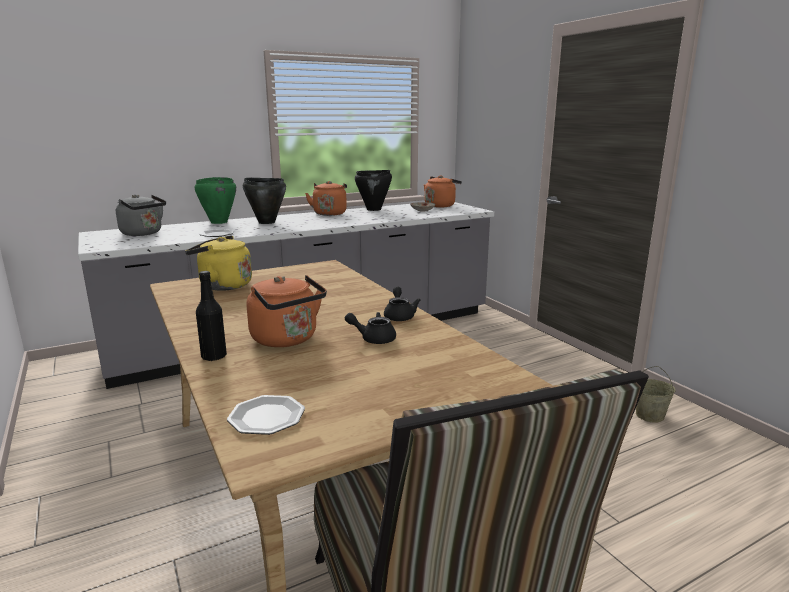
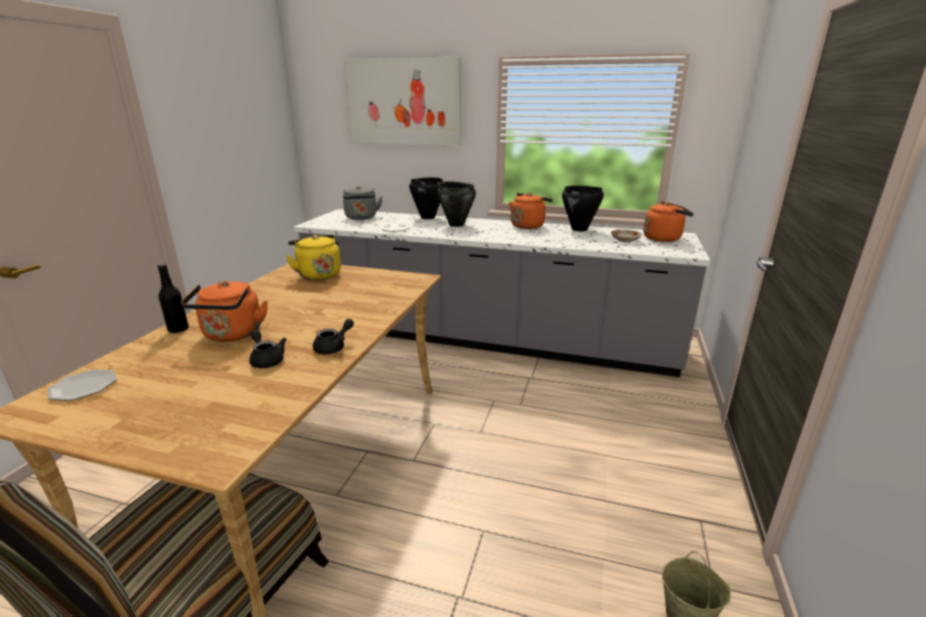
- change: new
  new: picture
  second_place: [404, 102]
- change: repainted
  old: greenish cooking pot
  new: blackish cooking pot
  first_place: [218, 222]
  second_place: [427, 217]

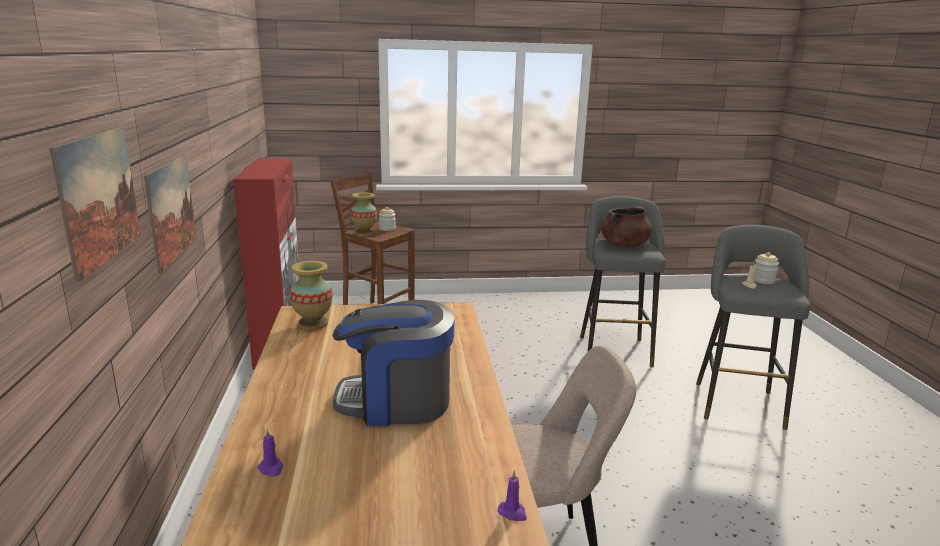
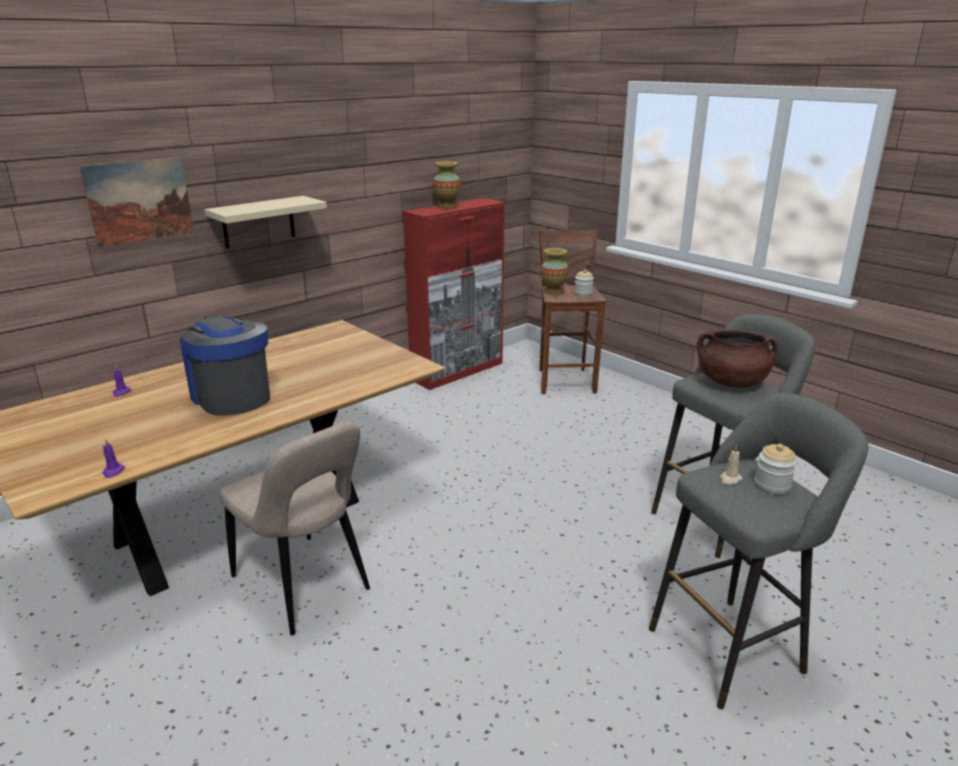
- change: swapped
  old: picture
  new: beige-coloured wall shelf
  first_place: [171, 210]
  second_place: [258, 222]
- change: shifted
  old: flower vase
  first_place: [313, 324]
  second_place: [447, 206]

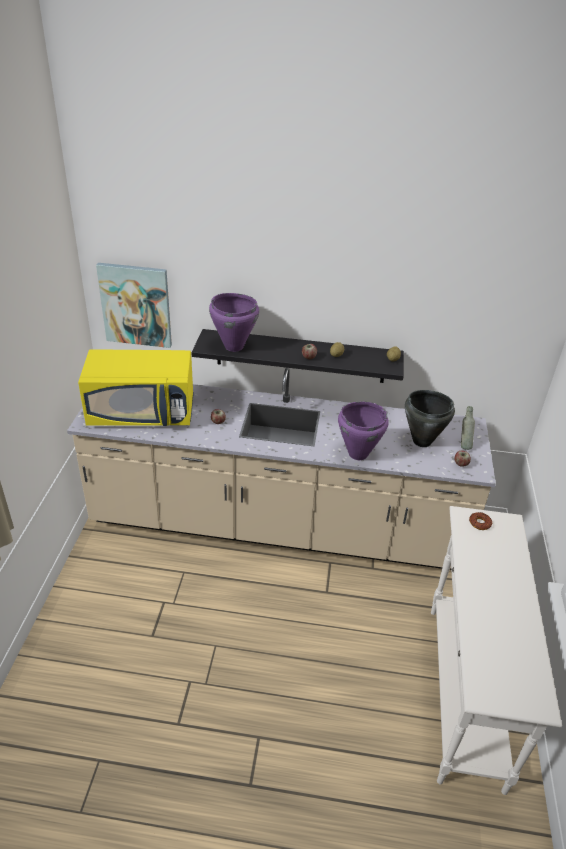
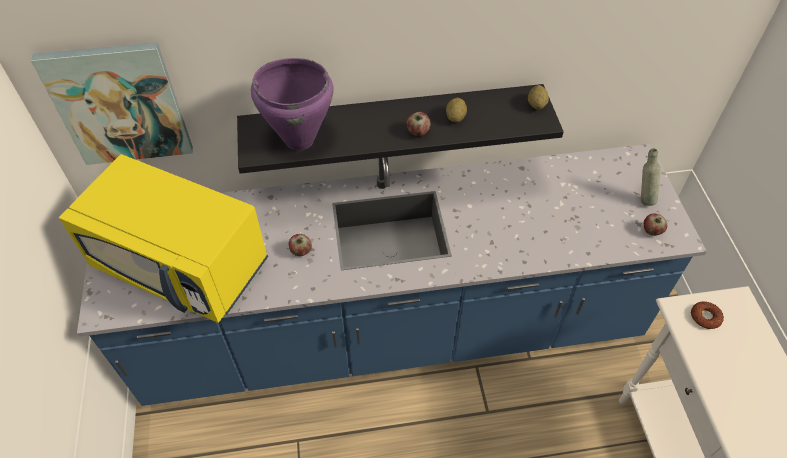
- change: rotated
  old: yellowish microwave oven
  first_place: [142, 413]
  second_place: [183, 265]
  degrees: 45
- change: repainted
  old: beige-coloured kitchen counter
  new: bluish kitchen counter
  first_place: [277, 527]
  second_place: [393, 332]
- change: gone
  old: purple cooking pot
  first_place: [357, 454]
- change: gone
  old: blackish cooking pot
  first_place: [421, 441]

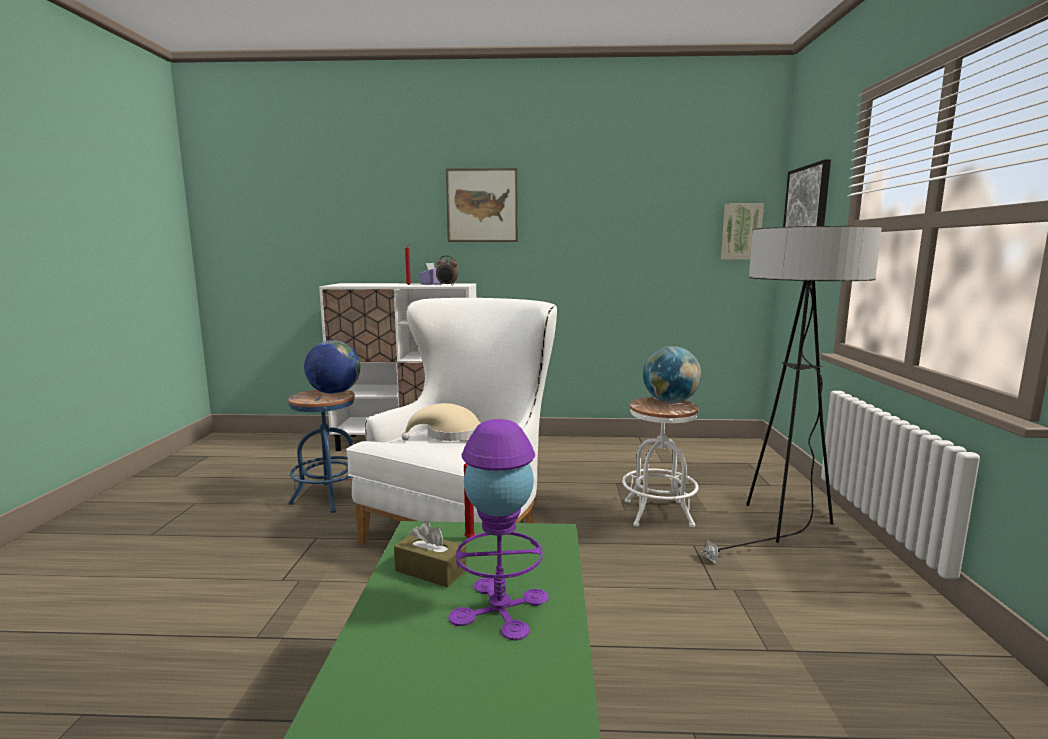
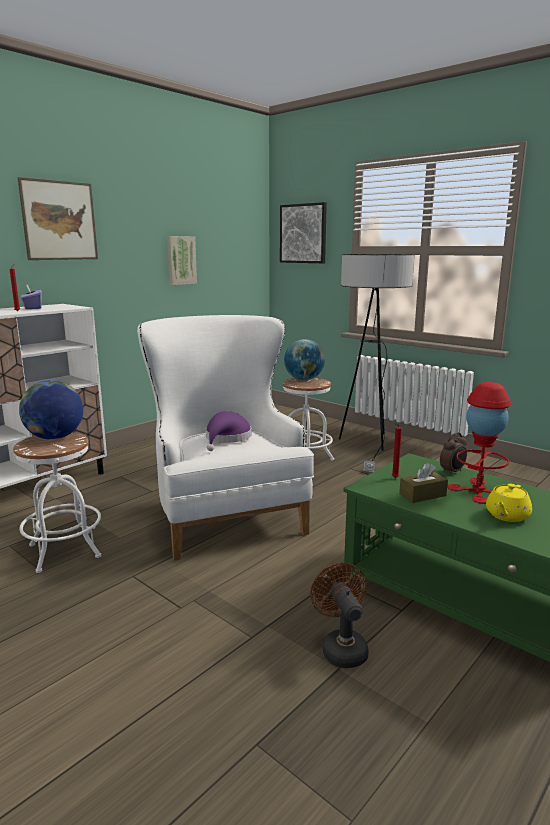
- change: repainted
  old: bluish sitting stool
  new: whitish sitting stool
  first_place: [329, 497]
  second_place: [65, 551]
- change: shifted
  old: picture
  first_place: [741, 232]
  second_place: [181, 260]
- change: repainted
  old: beige-coloured hat
  new: purple hat
  first_place: [449, 435]
  second_place: [227, 438]
- change: new
  new: brown electric fan
  second_place: [341, 647]
- change: shifted
  old: alarm clock
  first_place: [447, 285]
  second_place: [452, 472]
- change: repainted
  old: purple table lamp
  new: reddish table lamp
  first_place: [499, 607]
  second_place: [478, 490]
- change: new
  new: yellowish teapot
  second_place: [506, 516]

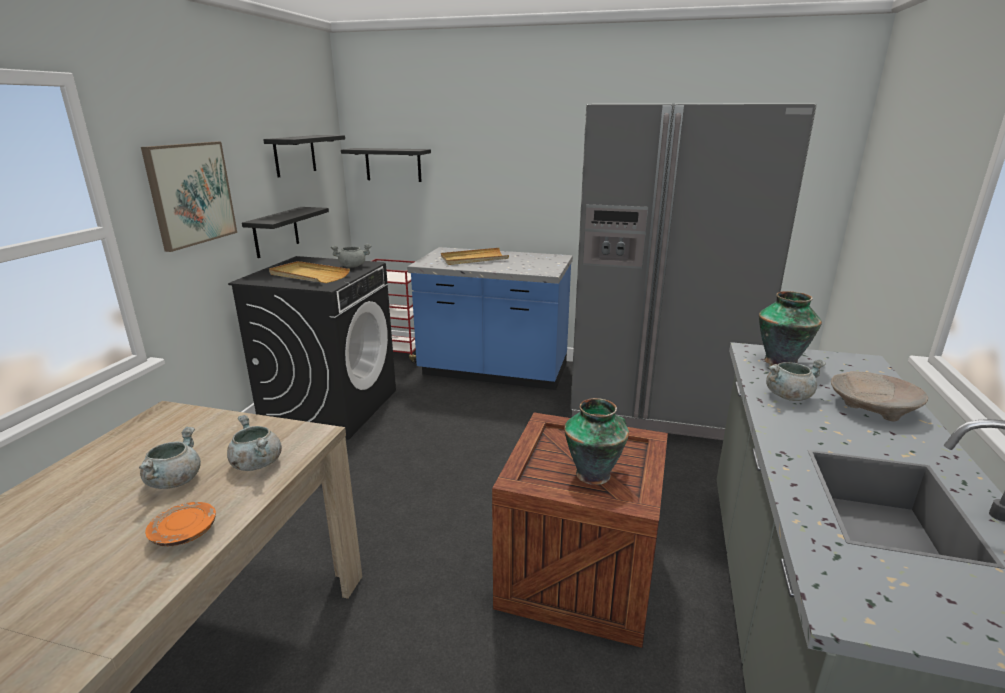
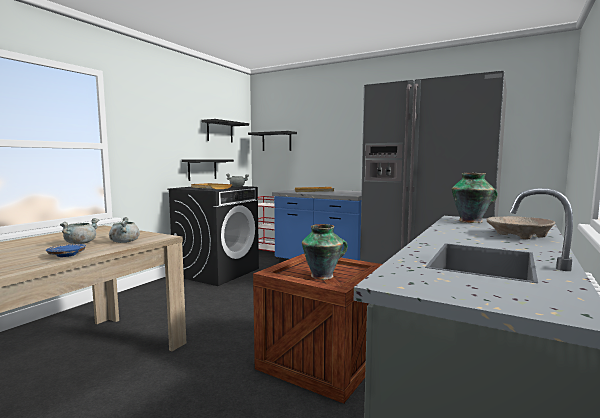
- change: repainted
  old: orange plate
  new: bluish plate
  first_place: [184, 533]
  second_place: [66, 255]
- change: gone
  old: picture
  first_place: [191, 194]
- change: gone
  old: grey cooking pot
  first_place: [788, 395]

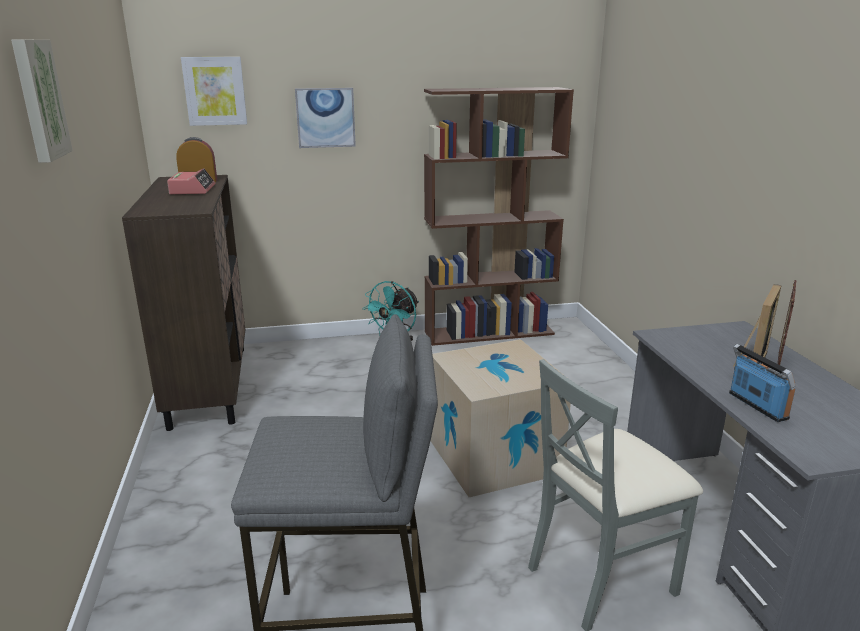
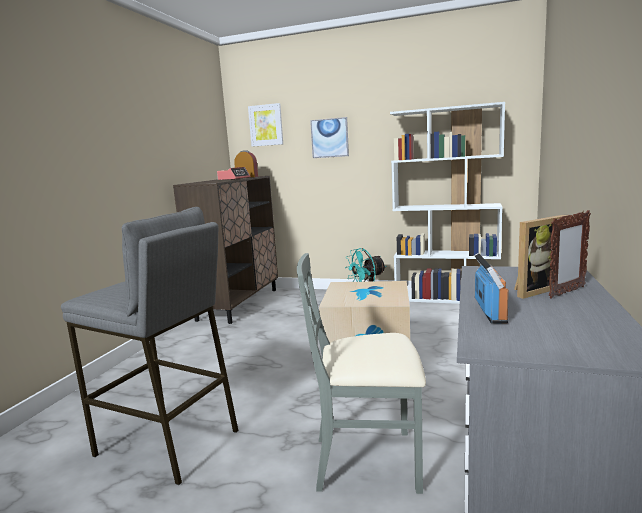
- change: repainted
  old: brown bookshelf
  new: whitish bookshelf
  first_place: [489, 332]
  second_place: [446, 298]
- change: gone
  old: picture
  first_place: [38, 100]

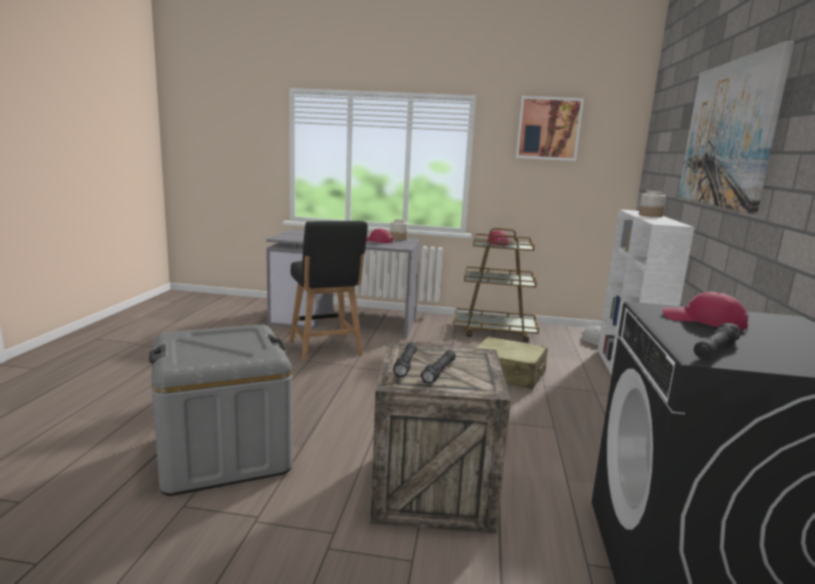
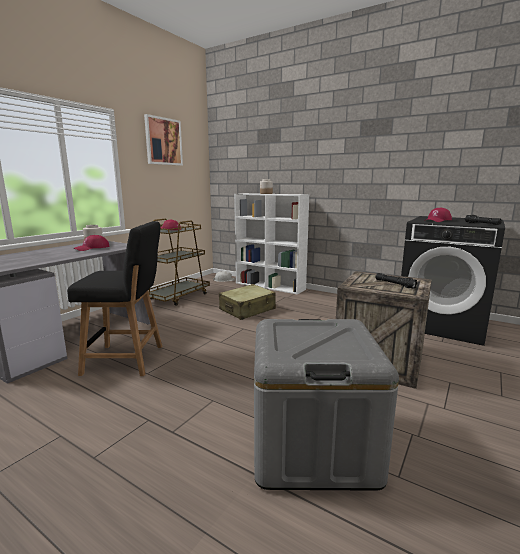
- change: gone
  old: blackish hand torch
  first_place: [405, 365]
- change: gone
  old: picture
  first_place: [728, 134]

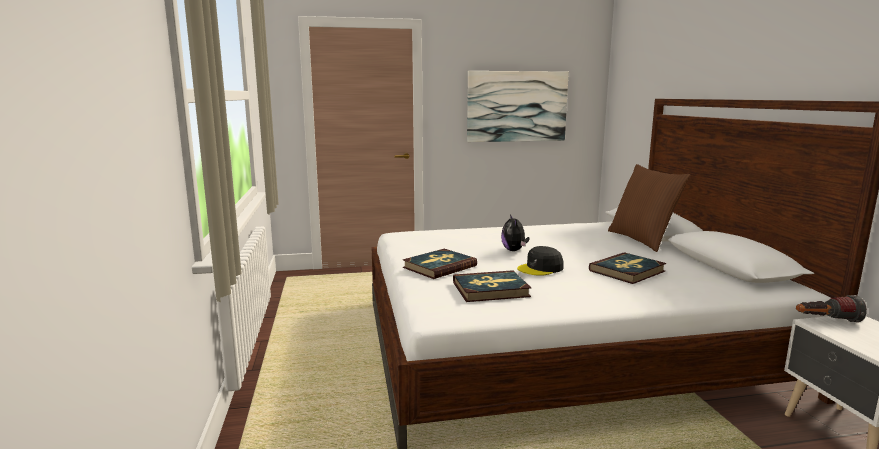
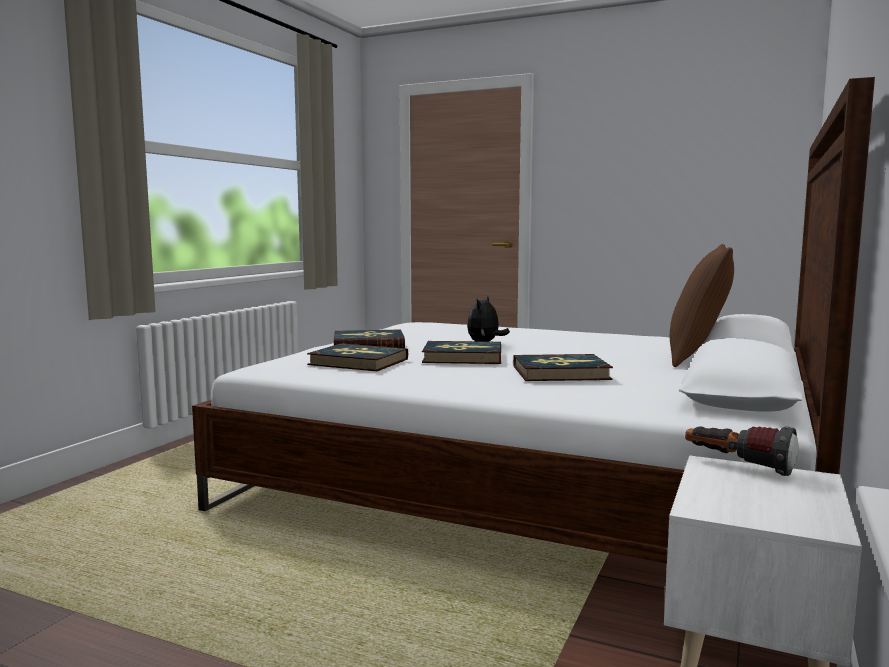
- change: swapped
  old: blackish cap
  new: book
  first_place: [540, 268]
  second_place: [462, 357]
- change: gone
  old: picture
  first_place: [517, 106]

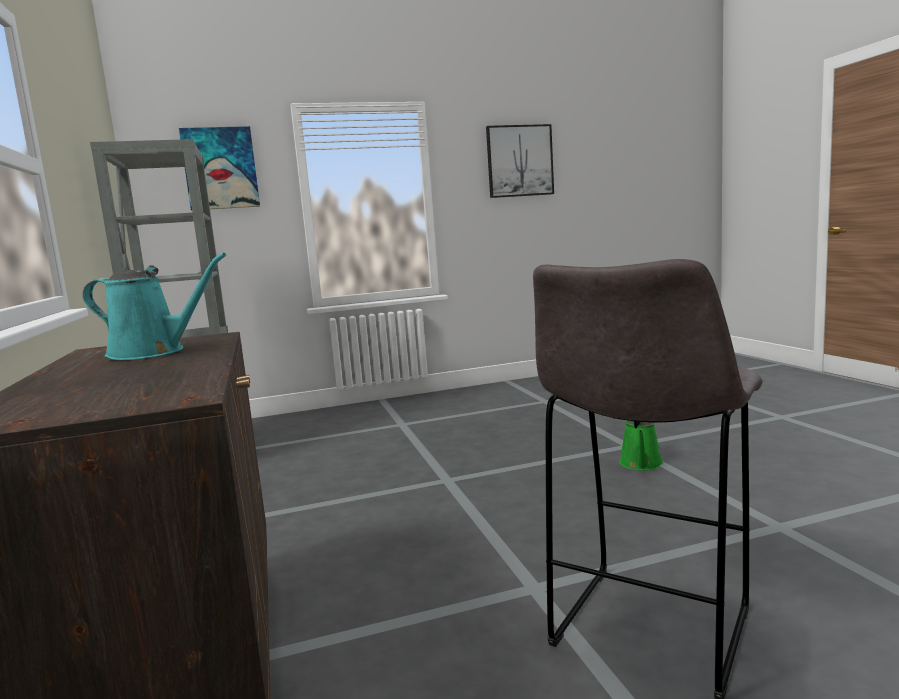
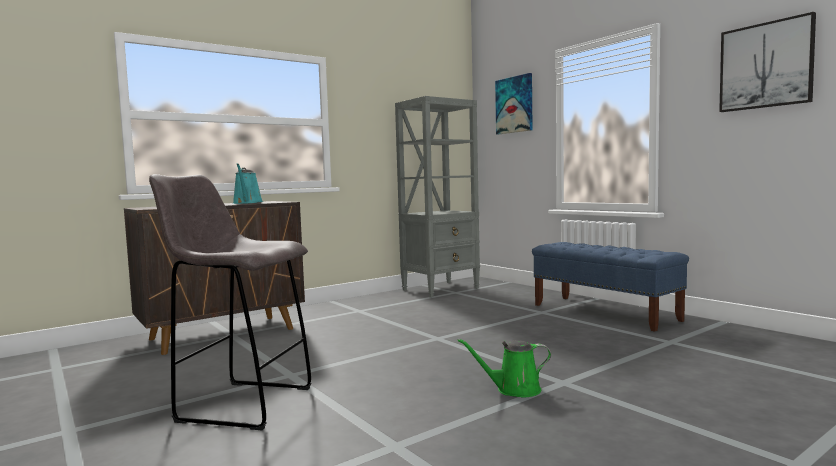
- change: new
  new: bluish bench
  second_place: [604, 312]

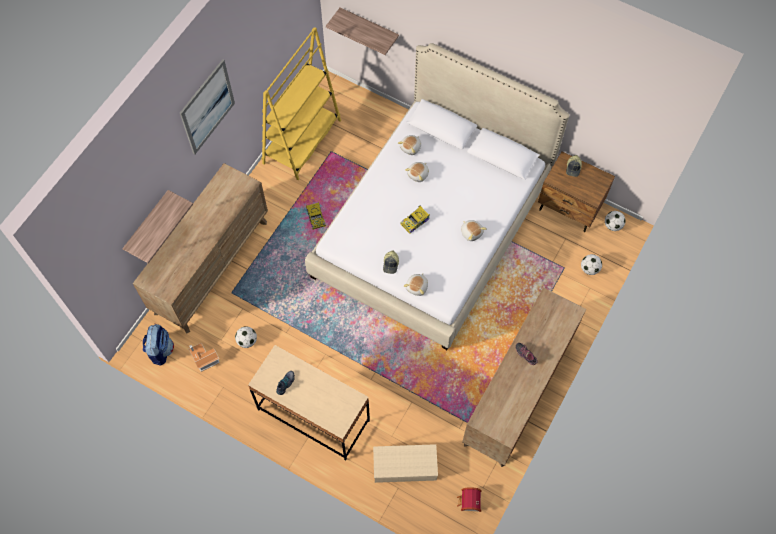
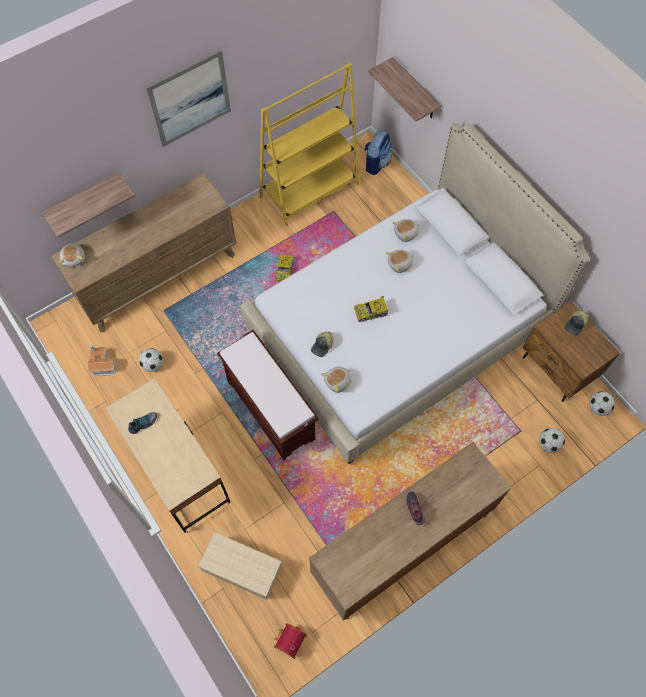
- change: shifted
  old: cuddly toy
  first_place: [471, 232]
  second_place: [74, 258]
- change: new
  new: brown bench
  second_place: [271, 410]
- change: shifted
  old: rucksack
  first_place: [160, 350]
  second_place: [376, 163]

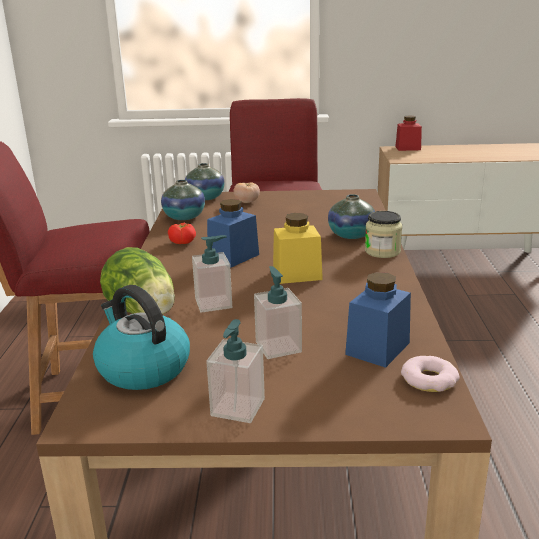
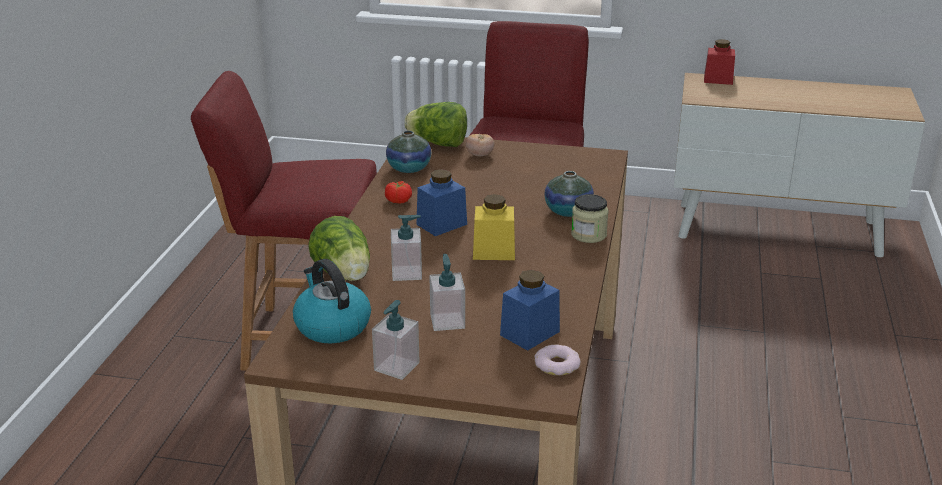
- change: swapped
  old: flower vase
  new: lettuce
  first_place: [205, 198]
  second_place: [438, 144]

